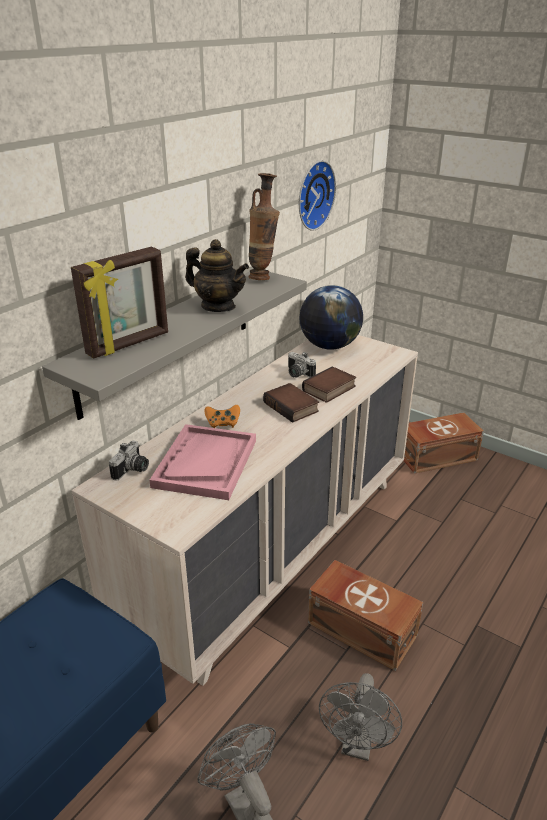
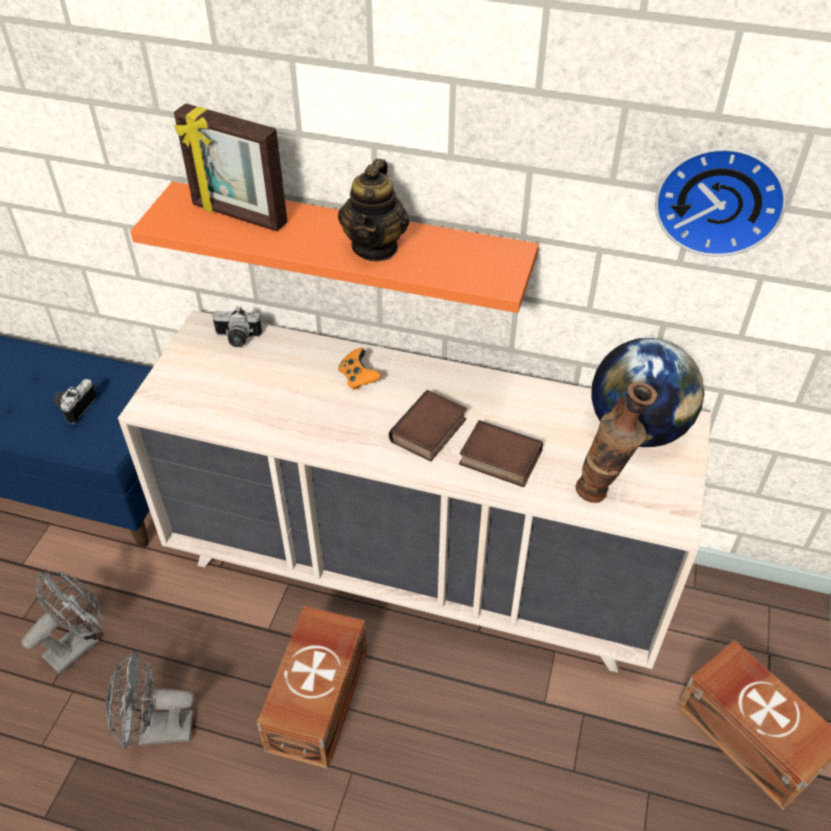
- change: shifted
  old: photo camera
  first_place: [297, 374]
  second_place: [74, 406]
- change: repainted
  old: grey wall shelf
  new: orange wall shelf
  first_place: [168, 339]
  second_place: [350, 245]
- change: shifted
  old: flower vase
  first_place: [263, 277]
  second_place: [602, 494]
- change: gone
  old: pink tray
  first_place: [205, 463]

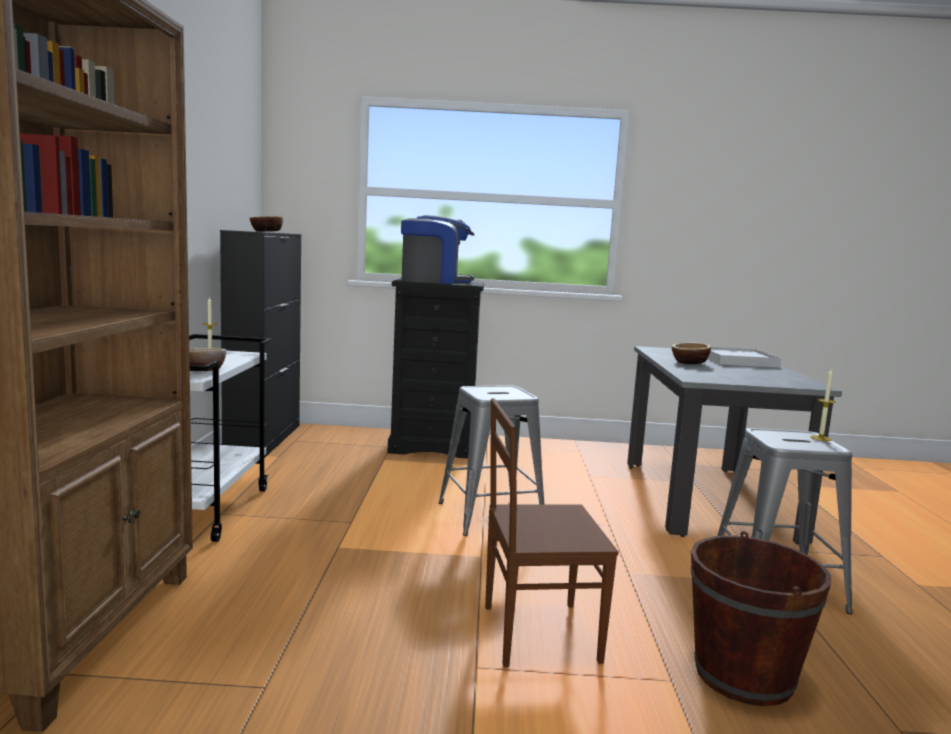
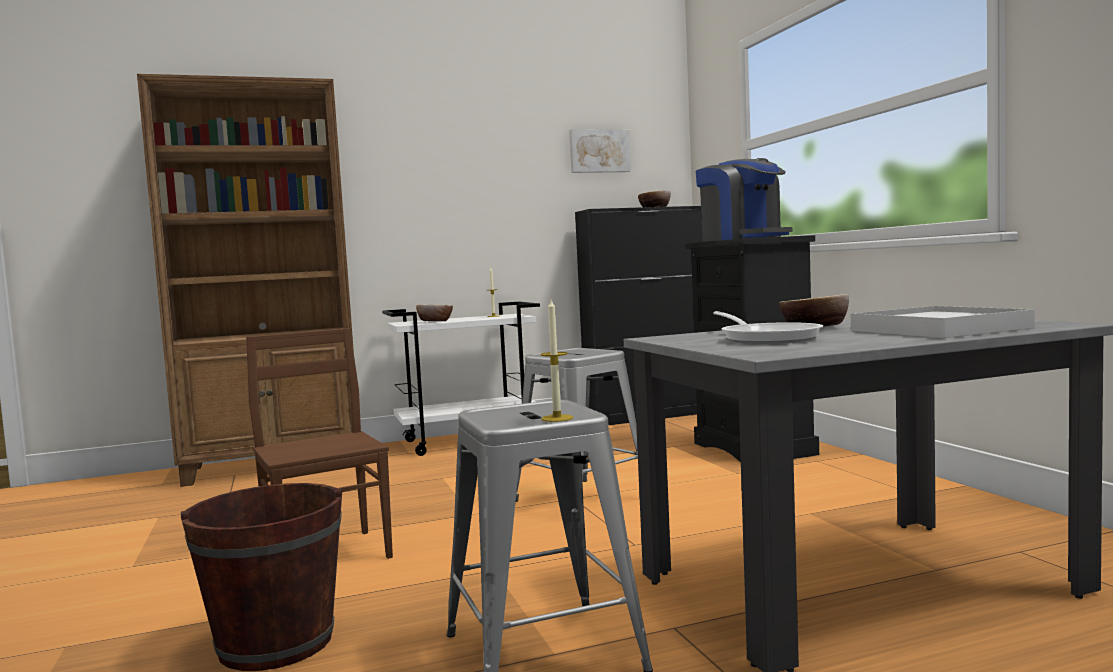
- change: new
  new: picture
  second_place: [599, 151]
- change: new
  new: frying pan
  second_place: [766, 338]

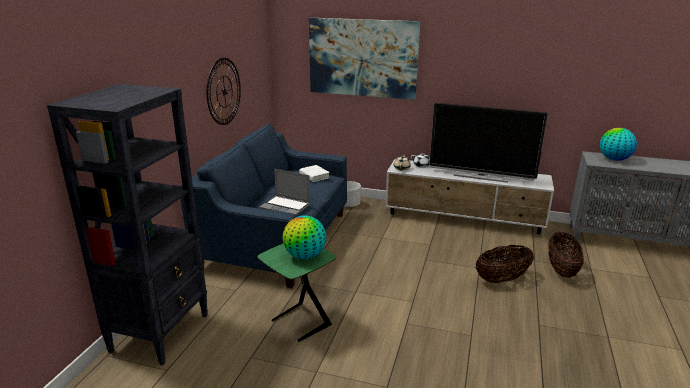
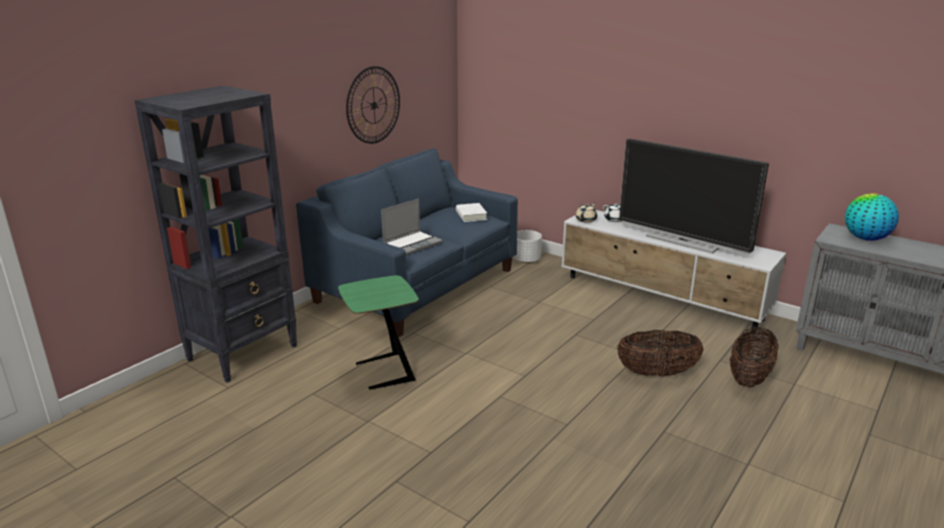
- change: rotated
  old: laptop
  first_place: [286, 207]
  second_place: [412, 244]
  degrees: -90
- change: gone
  old: world globe
  first_place: [305, 256]
- change: gone
  old: picture
  first_place: [362, 58]

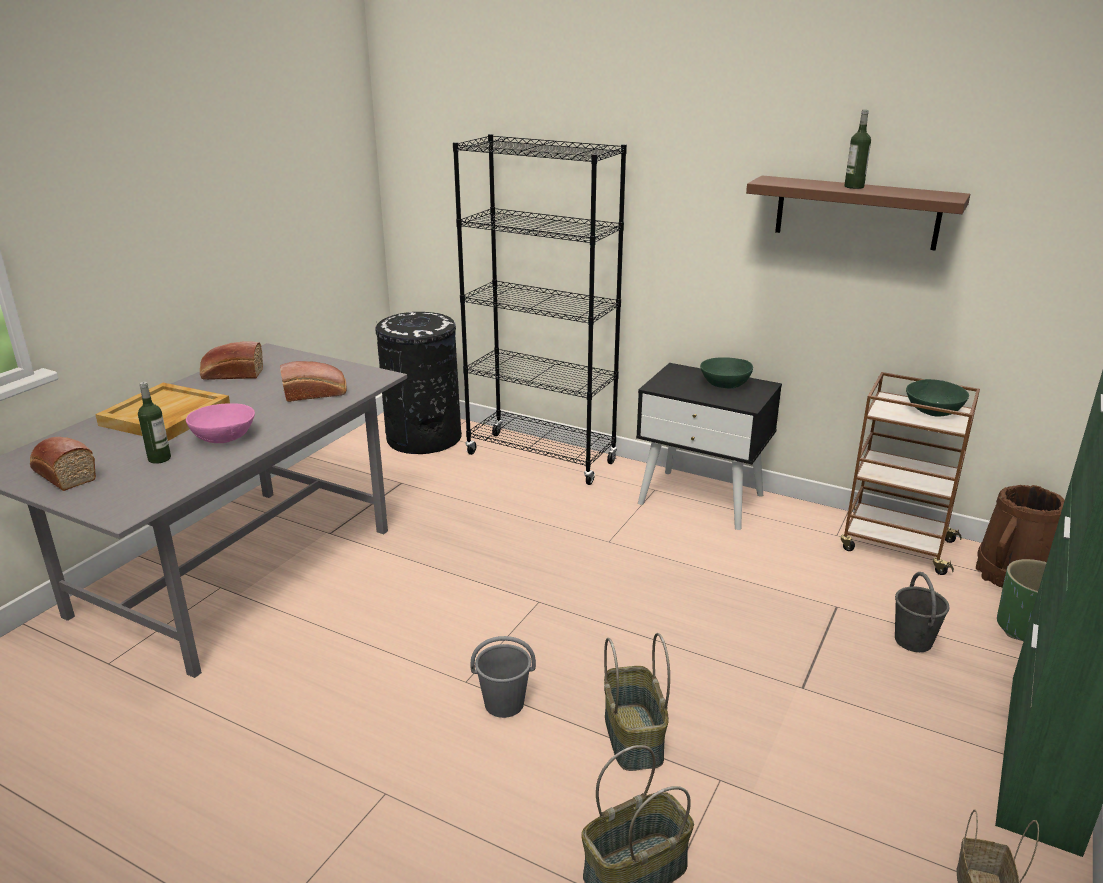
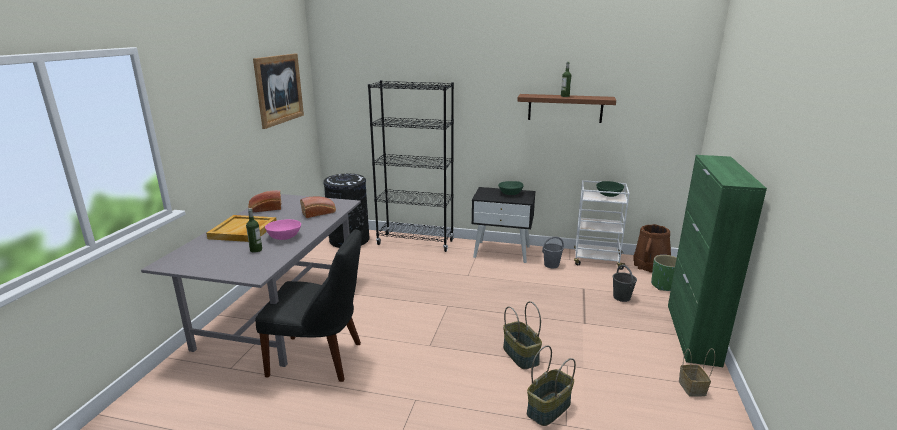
- change: new
  new: picture
  second_place: [279, 89]
- change: new
  new: blackish upright chair
  second_place: [320, 359]
- change: shifted
  old: grey bucket
  first_place: [503, 704]
  second_place: [551, 265]
- change: repainted
  old: brown cart
  new: whitish cart
  first_place: [895, 545]
  second_place: [596, 260]
- change: gone
  old: bread
  first_place: [63, 474]

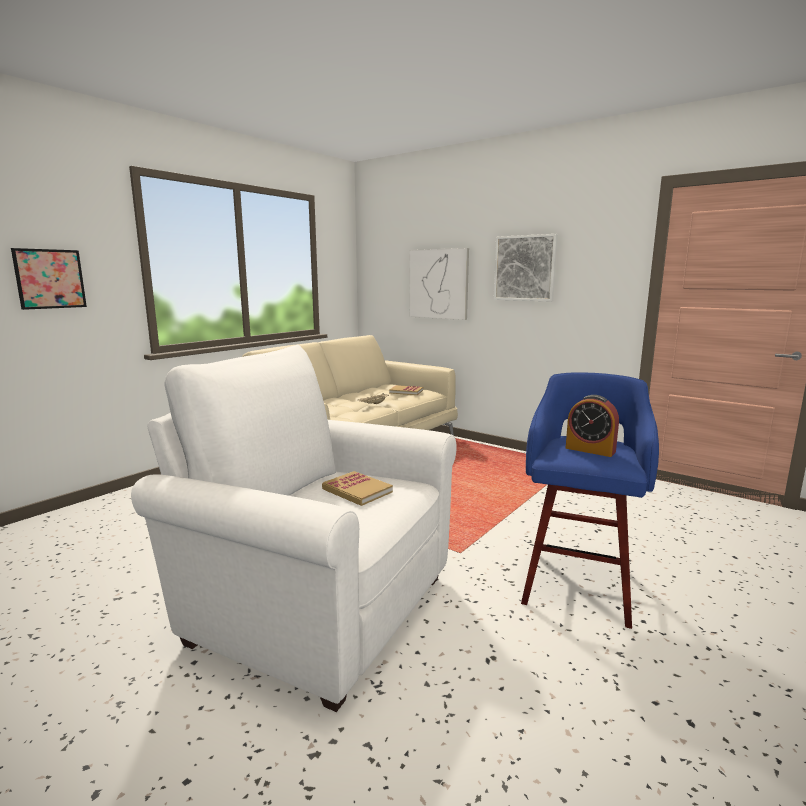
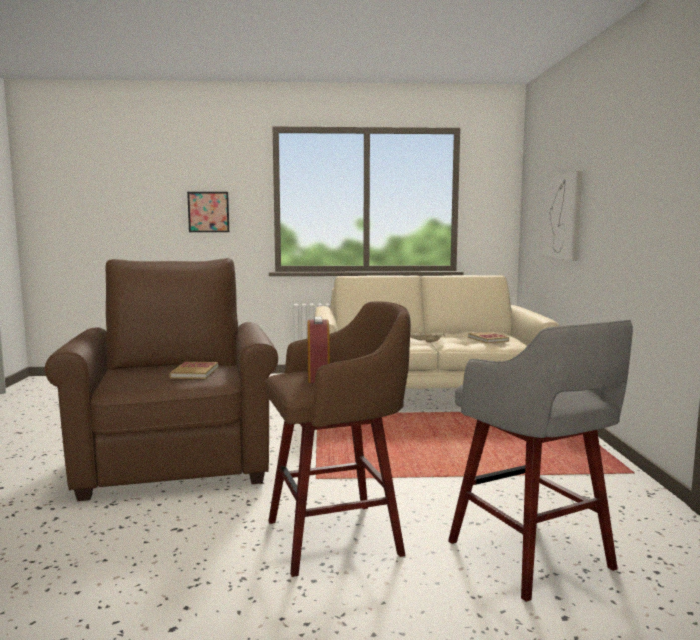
- change: repainted
  old: whitish lounge chair
  new: brown lounge chair
  first_place: [314, 605]
  second_place: [177, 460]
- change: repainted
  old: bluish sitting stool
  new: brown sitting stool
  first_place: [578, 584]
  second_place: [338, 537]
- change: new
  new: grey sitting stool
  second_place: [532, 557]
- change: gone
  old: picture
  first_place: [525, 268]

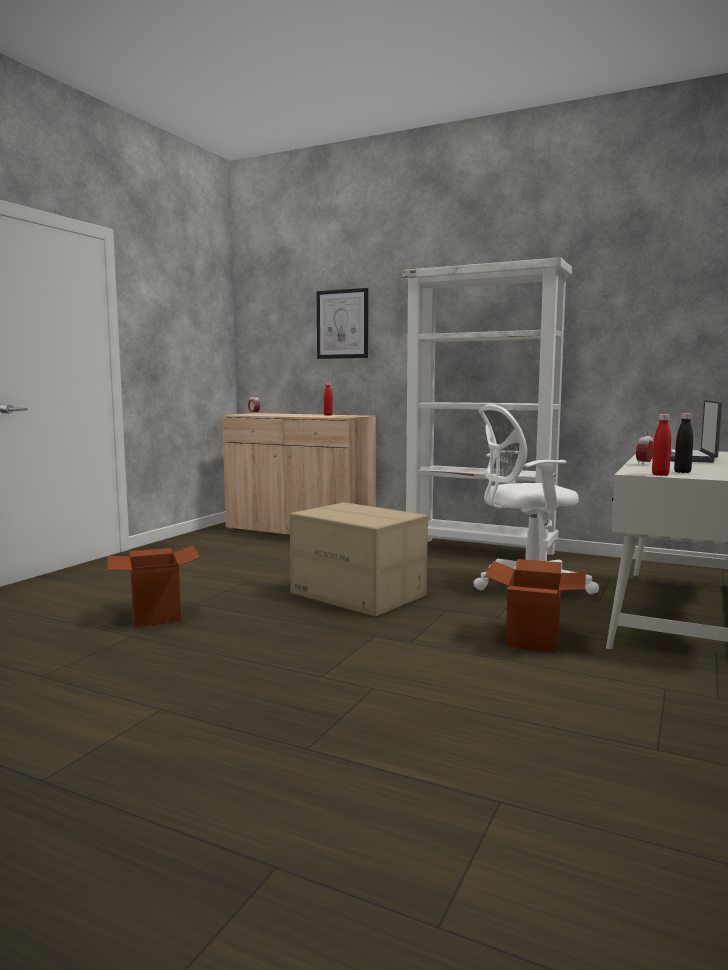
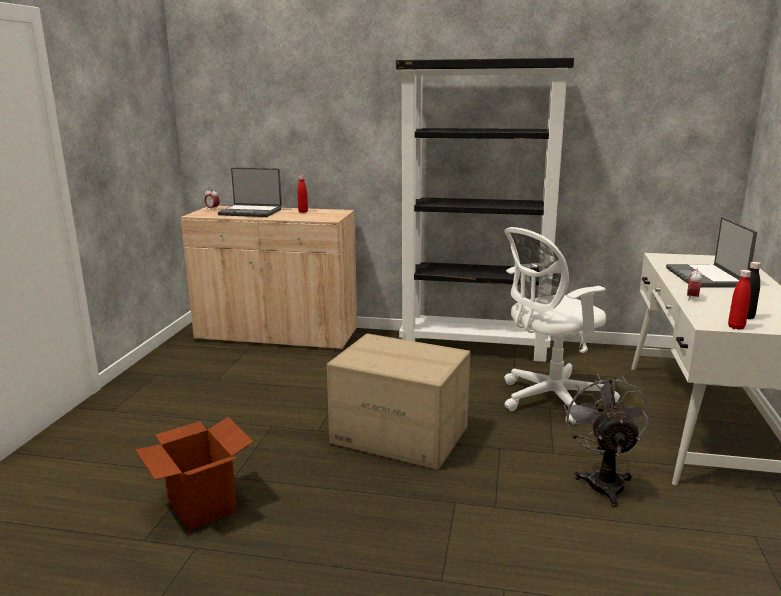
- change: new
  new: laptop
  second_place: [251, 212]
- change: repainted
  old: whitish bookshelf
  new: blackish bookshelf
  first_place: [480, 550]
  second_place: [475, 347]
- change: swapped
  old: carton
  new: grey electric fan
  first_place: [533, 638]
  second_place: [603, 481]
- change: gone
  old: picture
  first_place: [342, 324]

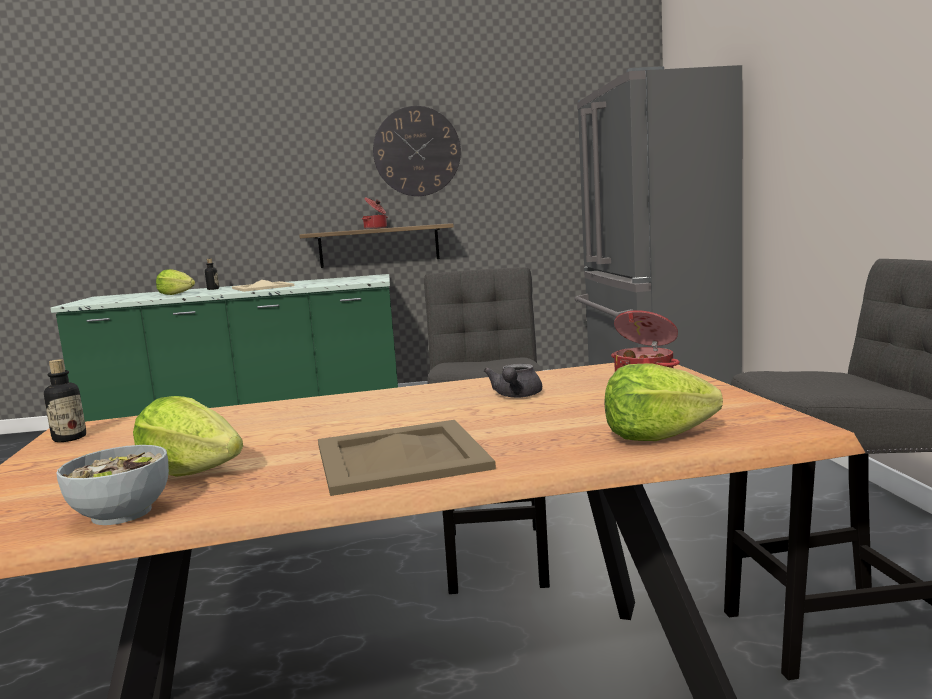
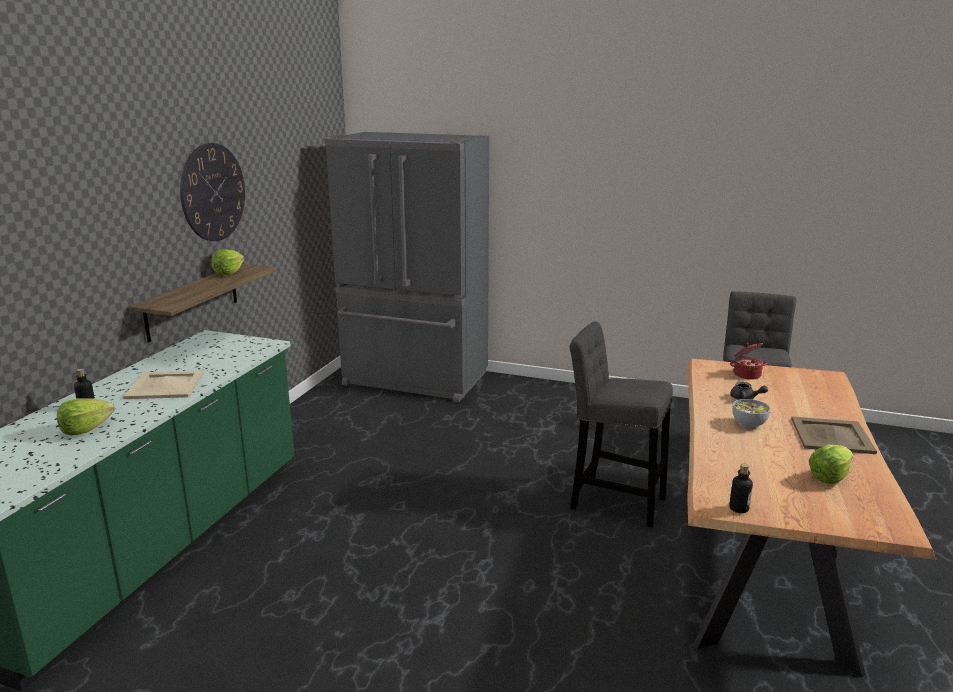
- change: shifted
  old: lettuce
  first_place: [656, 436]
  second_place: [228, 273]
- change: shifted
  old: bowl
  first_place: [122, 513]
  second_place: [748, 424]
- change: gone
  old: cooking pot
  first_place: [376, 228]

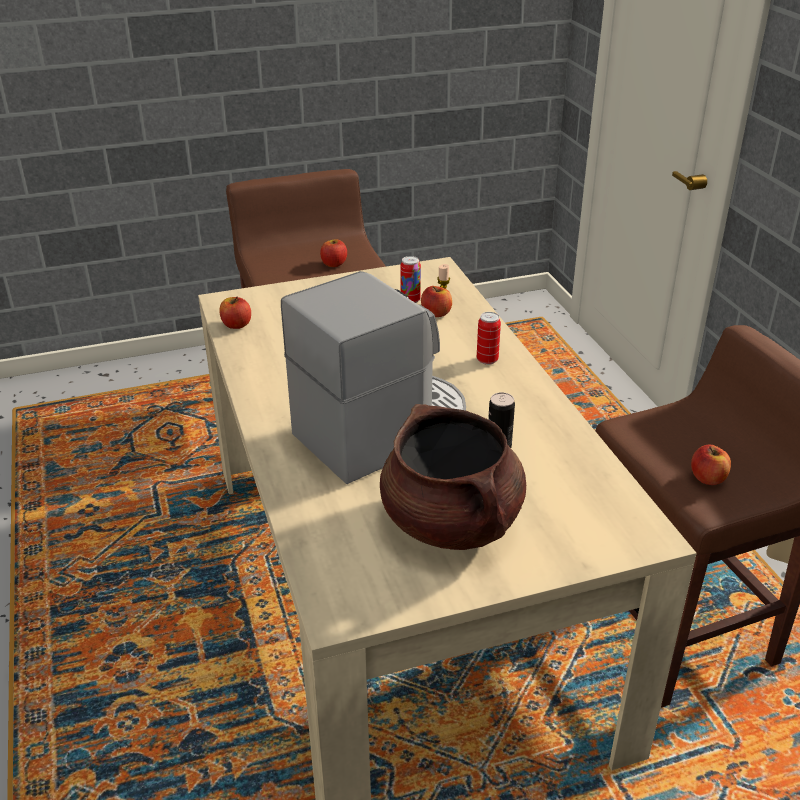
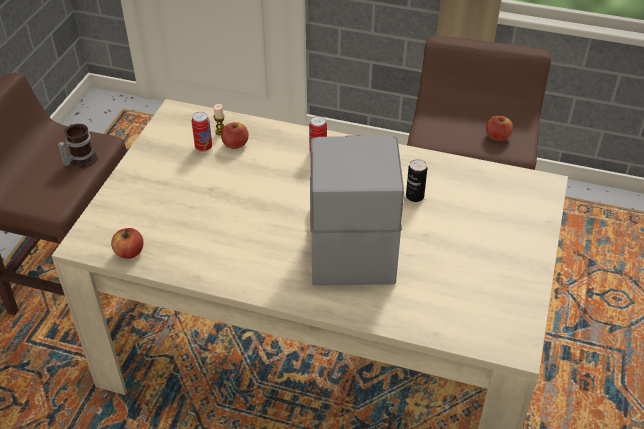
- change: swapped
  old: apple
  new: tea mug
  first_place: [334, 264]
  second_place: [80, 160]
- change: gone
  old: brown cooking pot
  first_place: [452, 522]

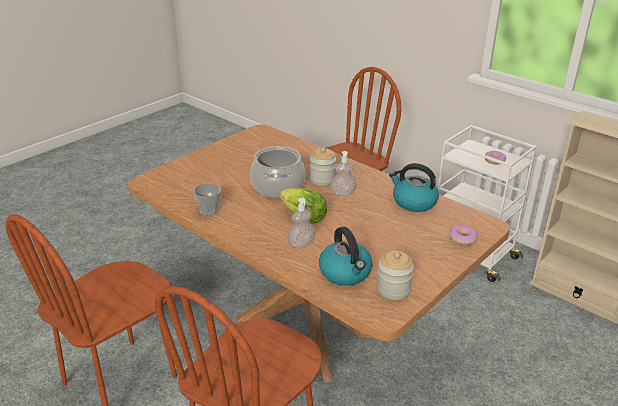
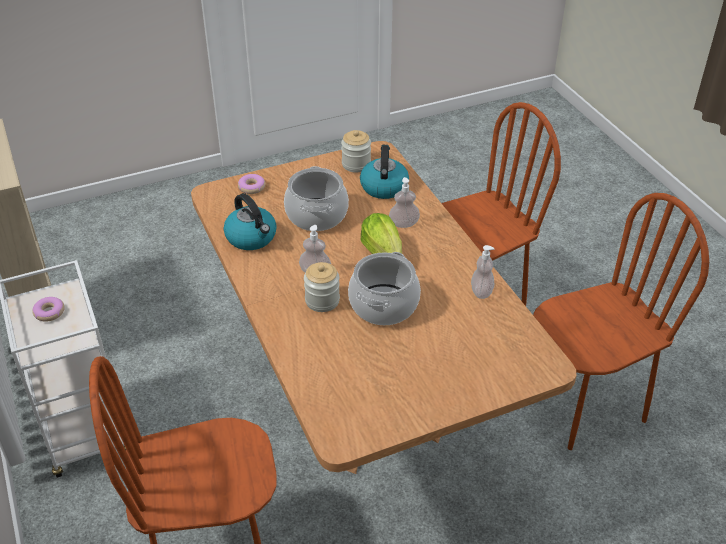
- change: new
  new: cooking pot
  second_place: [317, 215]
- change: swapped
  old: drinking cup
  new: soap bottle
  first_place: [209, 210]
  second_place: [481, 292]

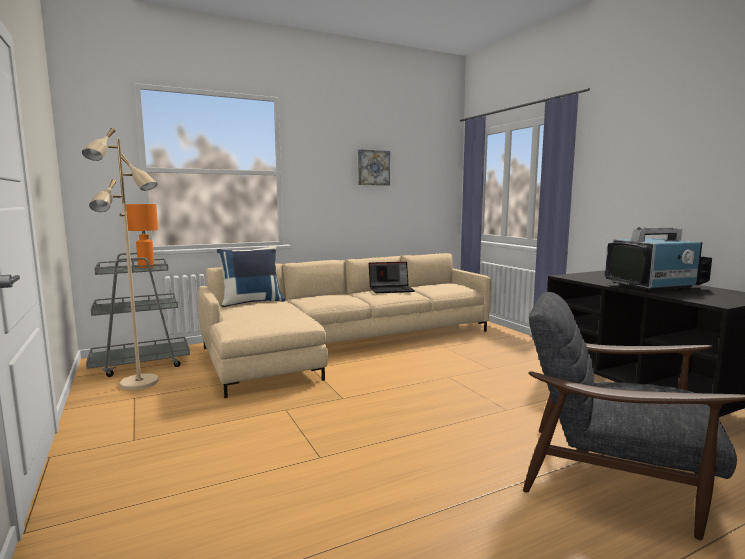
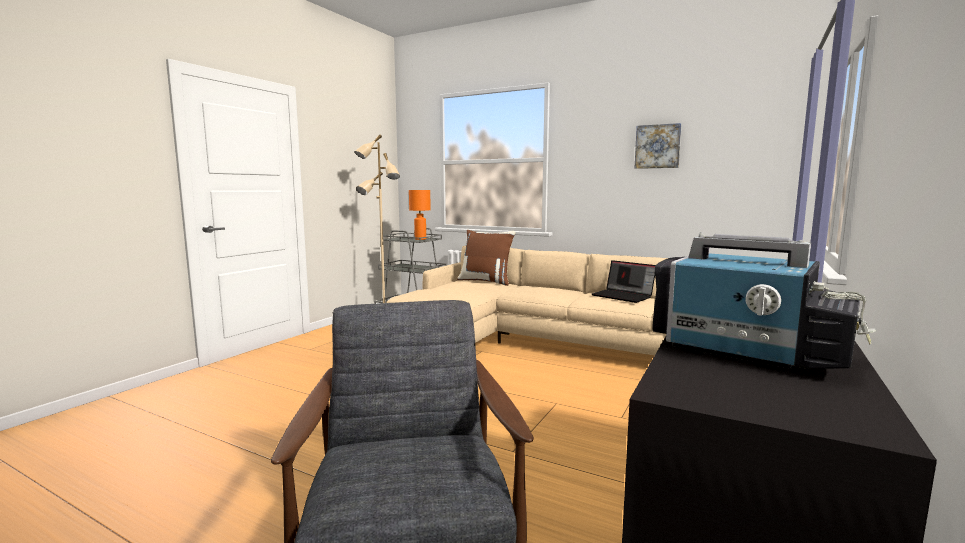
- change: repainted
  old: bluish cushion
  new: brown cushion
  first_place: [252, 302]
  second_place: [486, 281]

